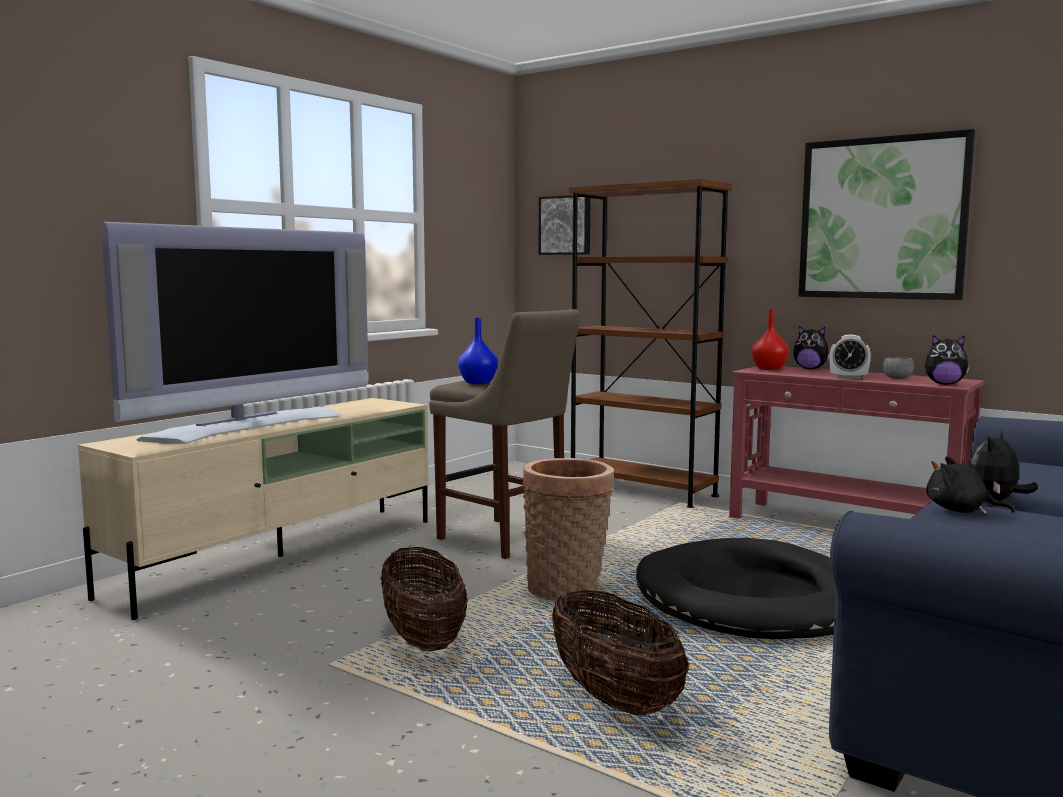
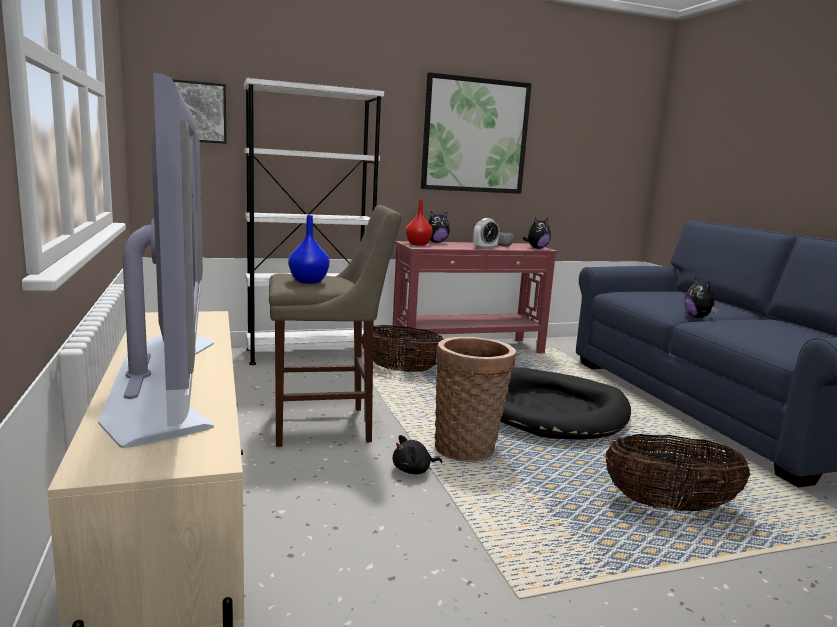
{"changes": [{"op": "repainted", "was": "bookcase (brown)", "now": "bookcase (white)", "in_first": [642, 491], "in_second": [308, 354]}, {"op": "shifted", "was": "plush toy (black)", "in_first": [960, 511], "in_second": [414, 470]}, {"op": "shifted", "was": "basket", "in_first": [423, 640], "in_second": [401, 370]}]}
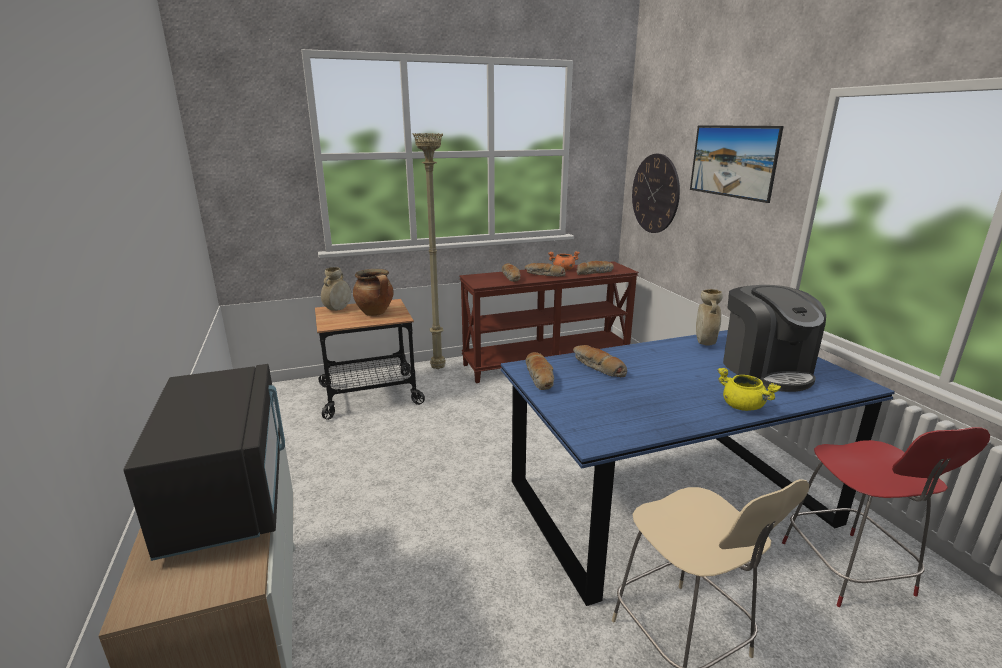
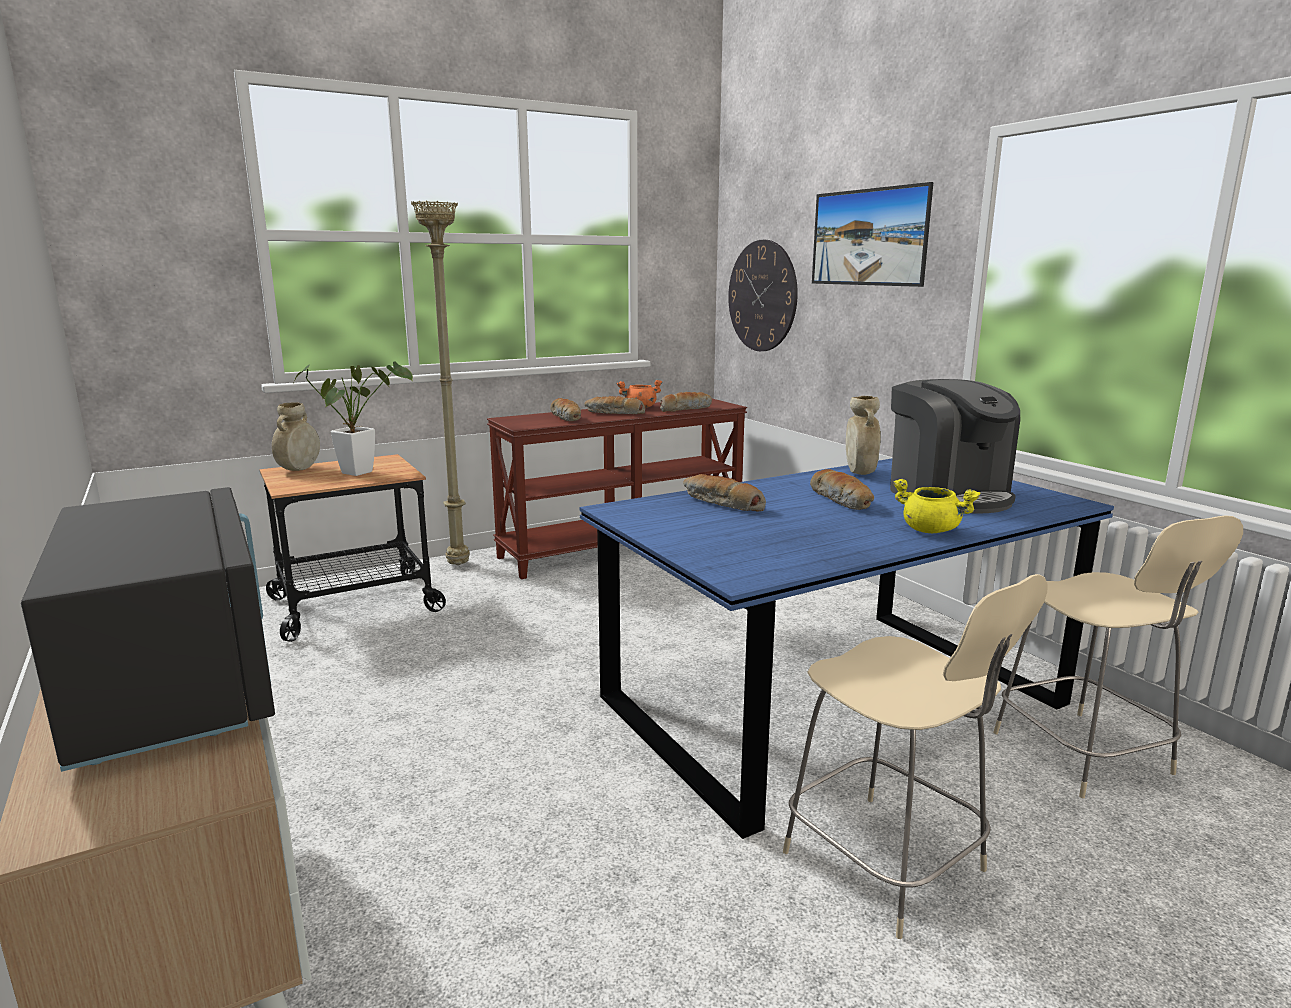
{"changes": [{"op": "swapped", "was": "cooking pot", "now": "potted plant", "in_first": [376, 313], "in_second": [363, 471]}, {"op": "shifted", "was": "bread", "in_first": [540, 378], "in_second": [842, 500]}, {"op": "repainted", "was": "chair (red)", "now": "chair (beige)", "in_first": [848, 571], "in_second": [1085, 756]}]}
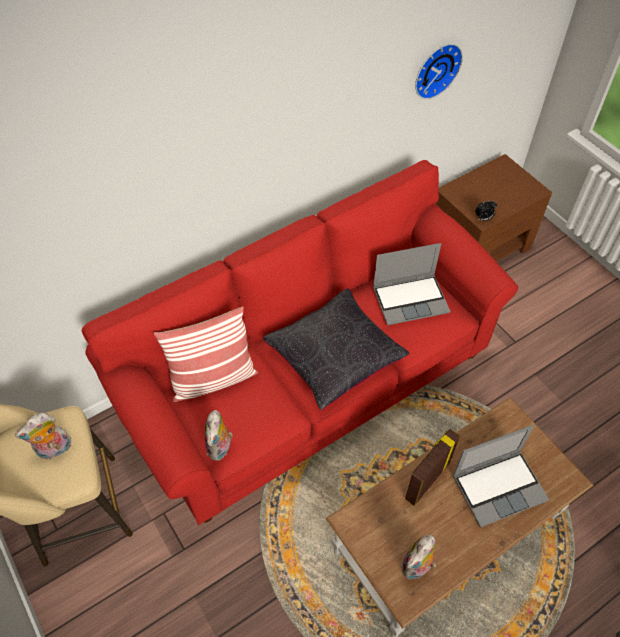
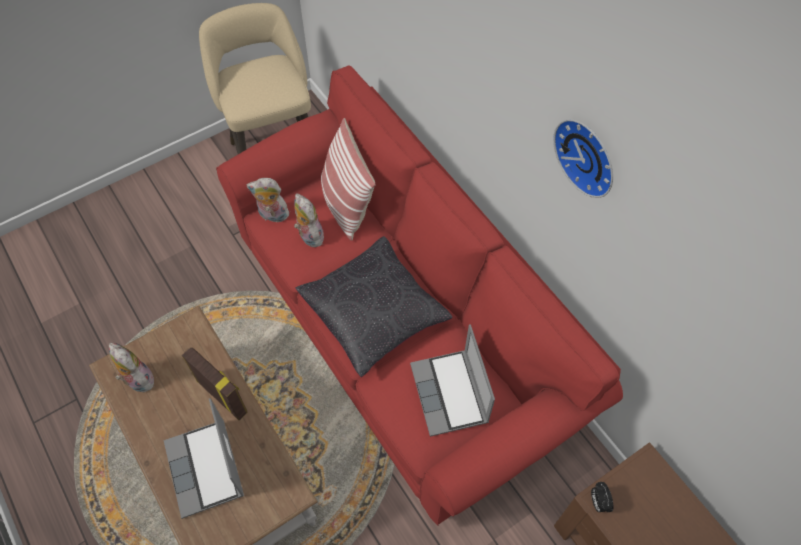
{"changes": [{"op": "shifted", "was": "wall clock", "in_first": [435, 69], "in_second": [588, 155]}, {"op": "shifted", "was": "plush toy", "in_first": [54, 450], "in_second": [309, 235]}]}
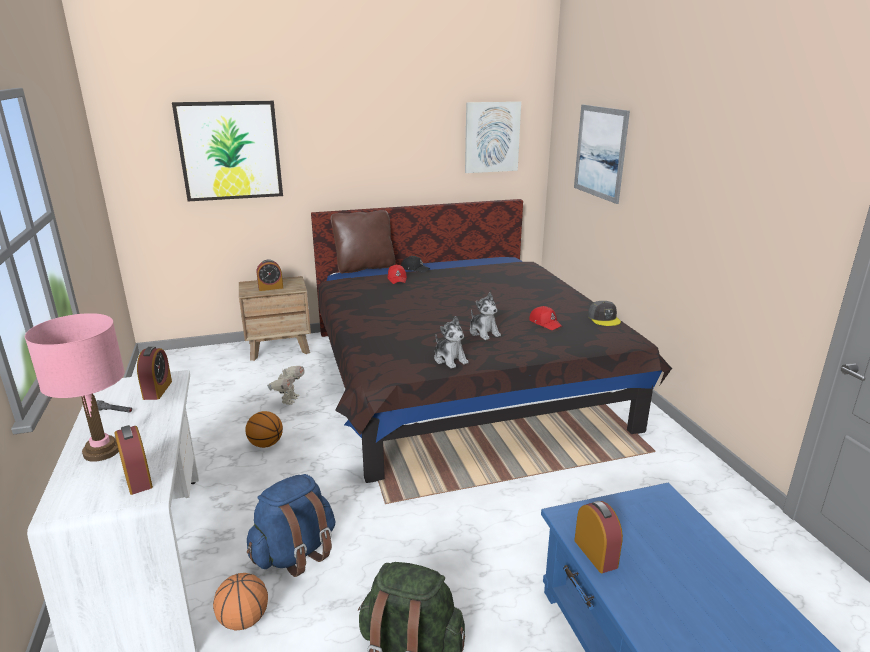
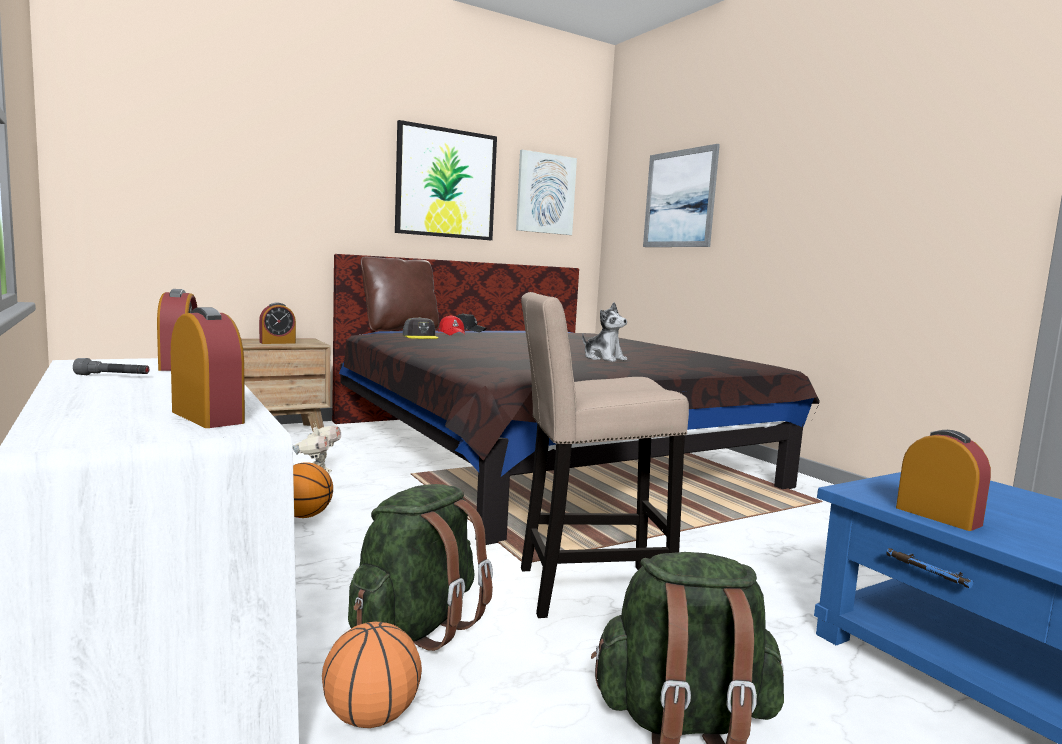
{"changes": [{"op": "shifted", "was": "picture", "in_first": [230, 151], "in_second": [446, 183]}, {"op": "shifted", "was": "cap (grey)", "in_first": [604, 318], "in_second": [420, 336]}, {"op": "gone", "was": "cap (red)", "in_first": [545, 323]}, {"op": "gone", "was": "table lamp (pink)", "in_first": [102, 451]}, {"op": "gone", "was": "plush toy", "in_first": [450, 359]}, {"op": "repainted", "was": "backpack (blue)", "now": "backpack (green)", "in_first": [295, 553], "in_second": [417, 625]}, {"op": "new", "now": "stool (beige)", "in_second": [584, 589]}]}
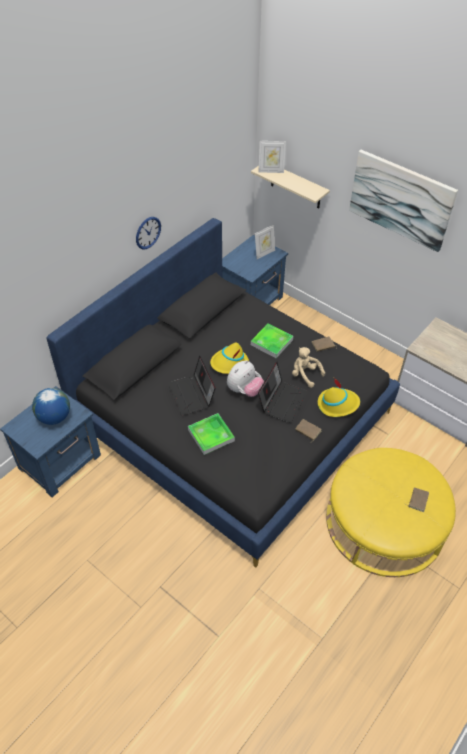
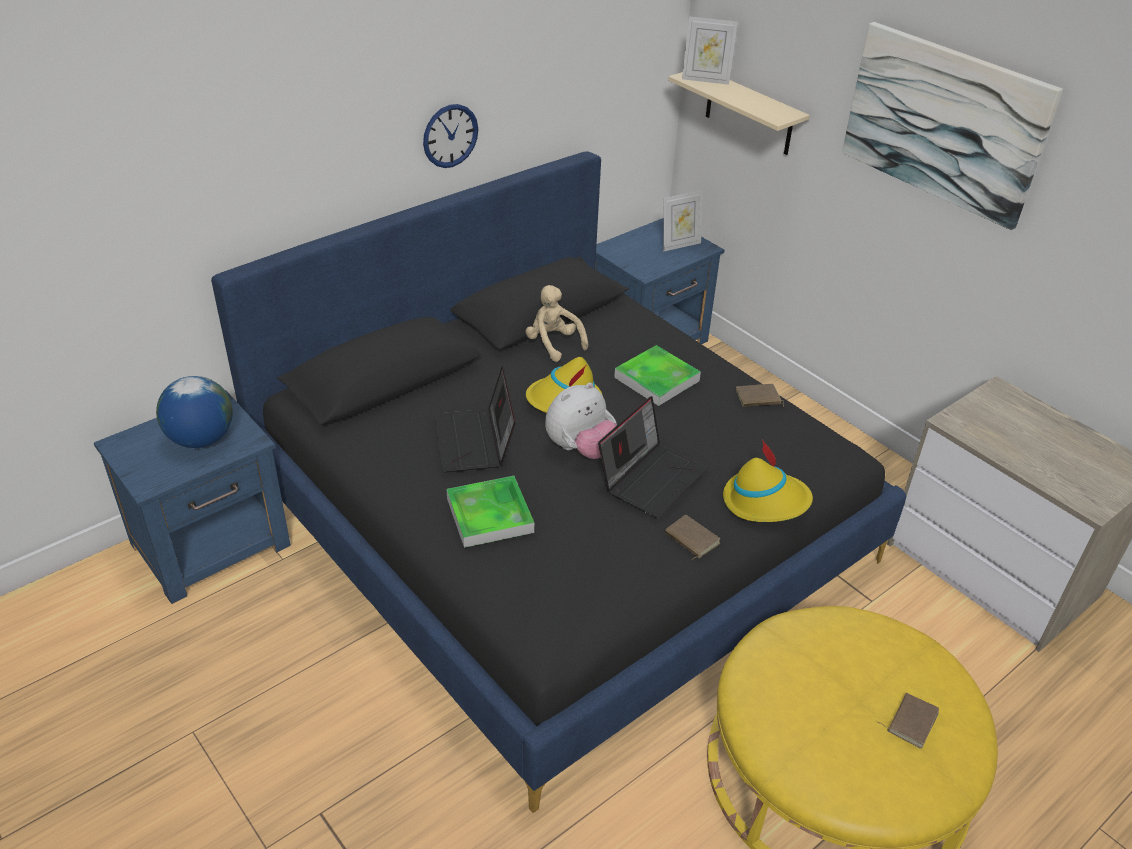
{"changes": [{"op": "shifted", "was": "plush toy (beige)", "in_first": [305, 374], "in_second": [553, 344]}]}
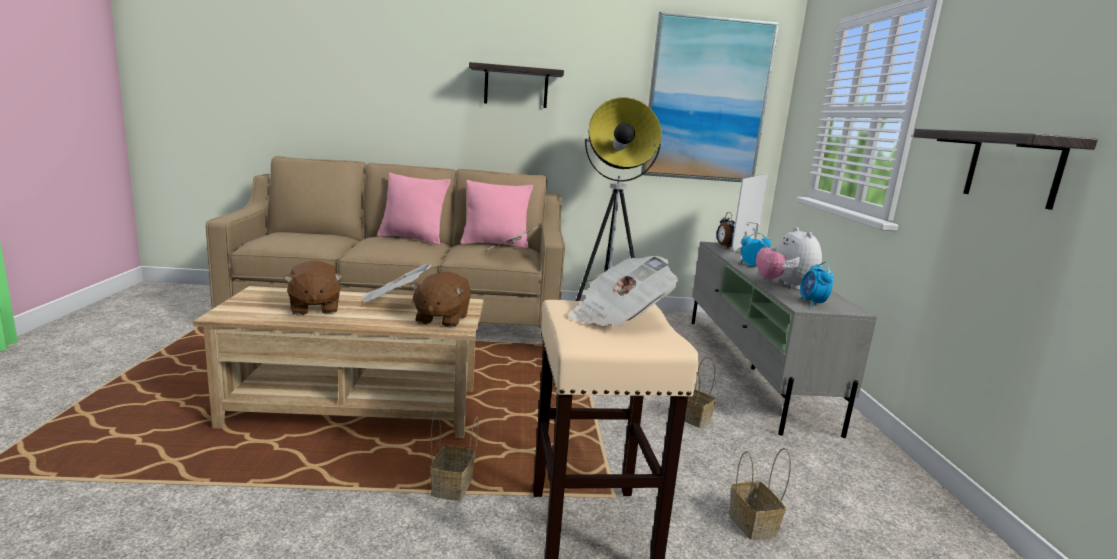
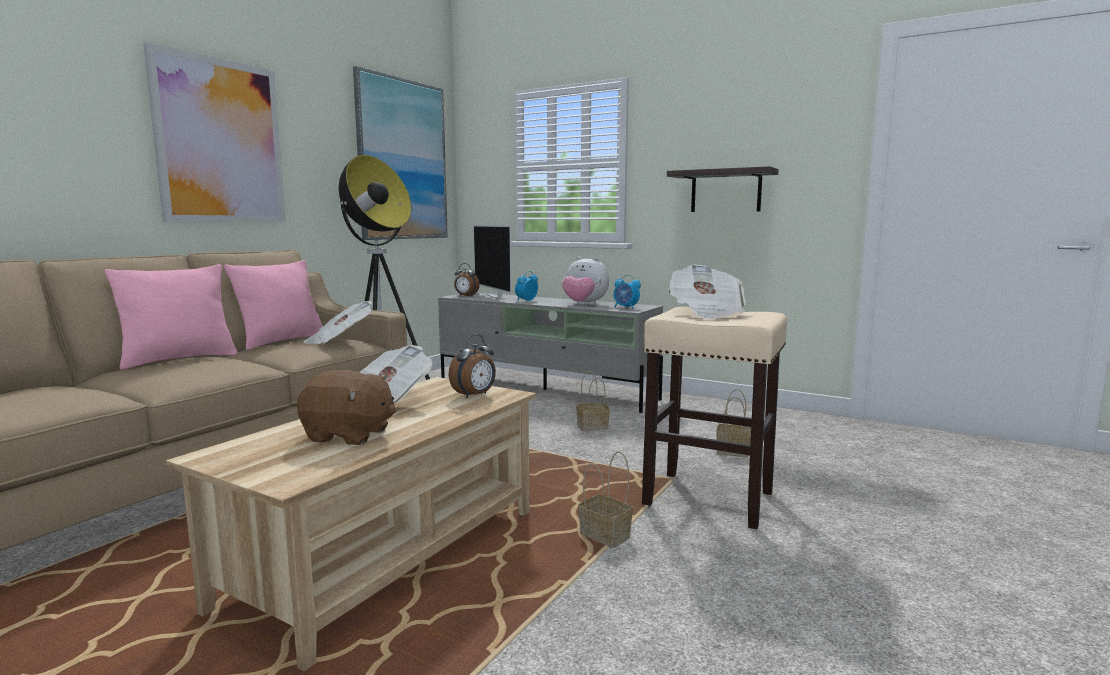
{"changes": [{"op": "swapped", "was": "shelf", "now": "picture", "in_first": [516, 87], "in_second": [220, 142]}, {"op": "swapped", "was": "plush toy (brown)", "now": "alarm clock", "in_first": [441, 319], "in_second": [475, 395]}]}
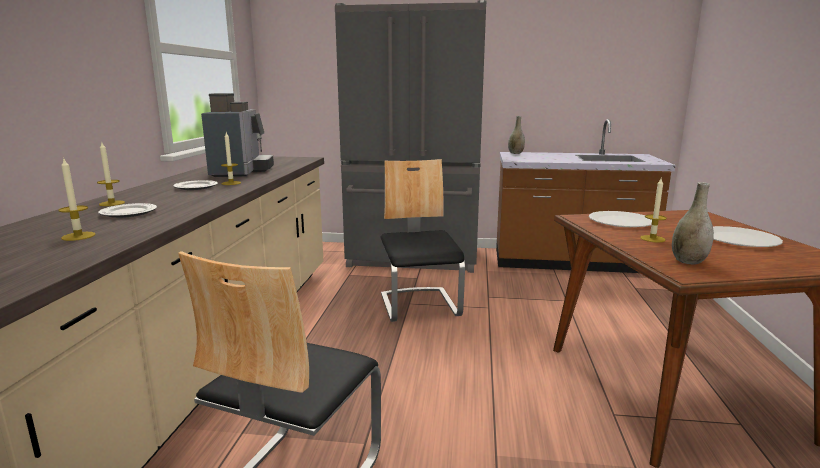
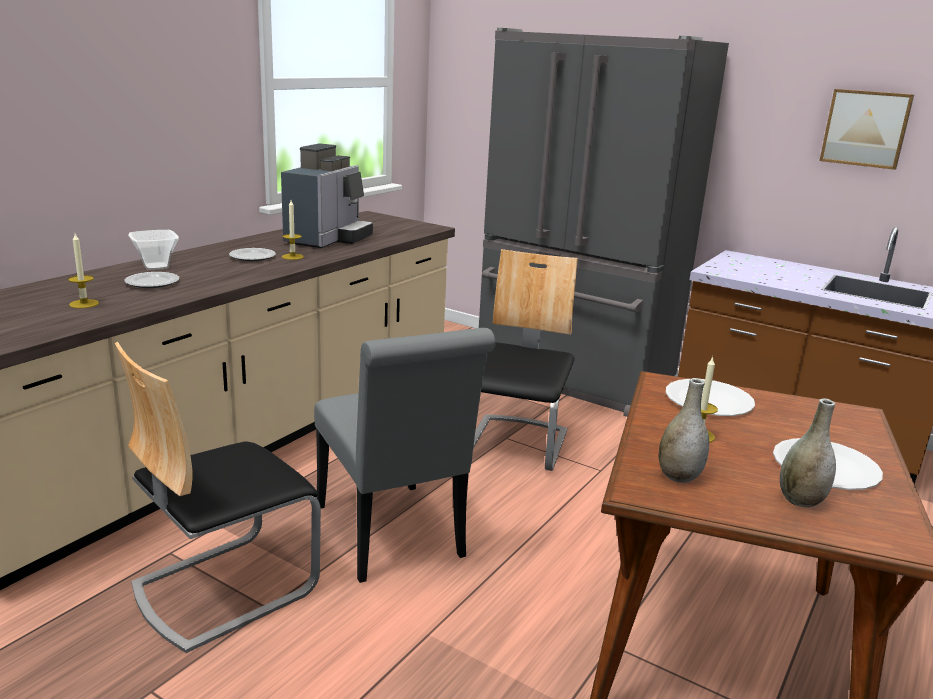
{"changes": [{"op": "shifted", "was": "vase (grey)", "in_first": [515, 153], "in_second": [800, 500]}, {"op": "swapped", "was": "candle", "now": "bowl", "in_first": [112, 203], "in_second": [155, 267]}, {"op": "new", "now": "picture", "in_second": [865, 128]}, {"op": "new", "now": "chair (grey)", "in_second": [393, 537]}]}
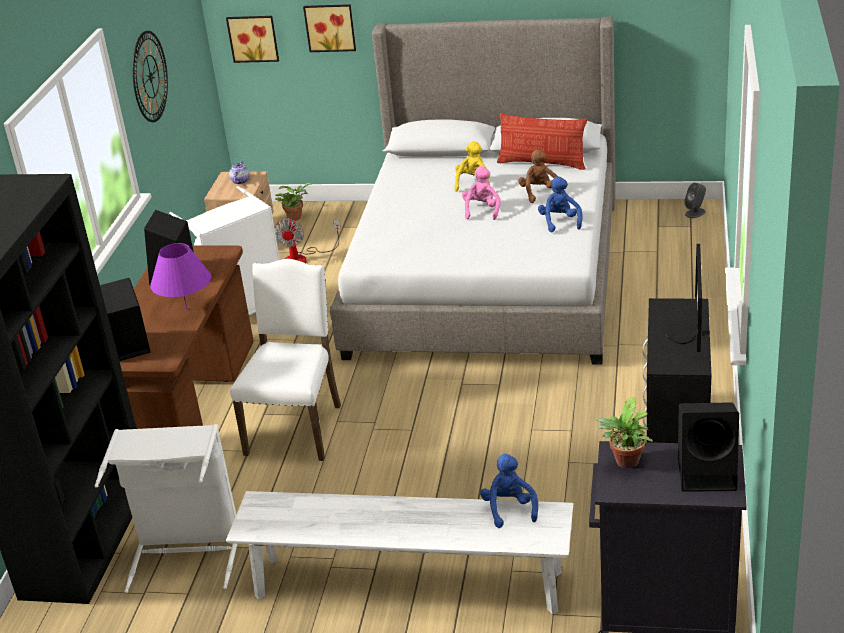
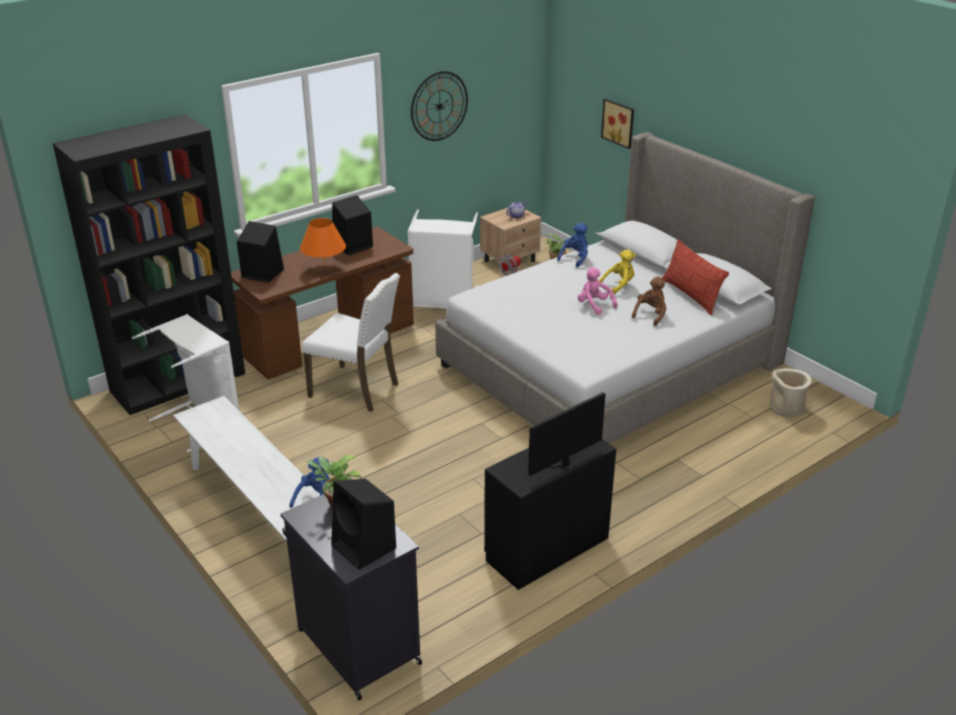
{"changes": [{"op": "gone", "was": "picture", "in_first": [253, 38]}, {"op": "rotated", "was": "plush toy (pink)", "in_first": [482, 210], "in_second": [594, 305], "clockwise": -90}, {"op": "shifted", "was": "plush toy (blue)", "in_first": [560, 222], "in_second": [575, 258]}, {"op": "gone", "was": "speaker (grey)", "in_first": [695, 213]}, {"op": "repainted", "was": "table lamp (purple)", "now": "table lamp (orange)", "in_first": [186, 309], "in_second": [324, 269]}, {"op": "rotated", "was": "chair (white)", "in_first": [297, 428], "in_second": [356, 389], "clockwise": 60}, {"op": "new", "now": "planter (beige)", "in_second": [785, 409]}]}
